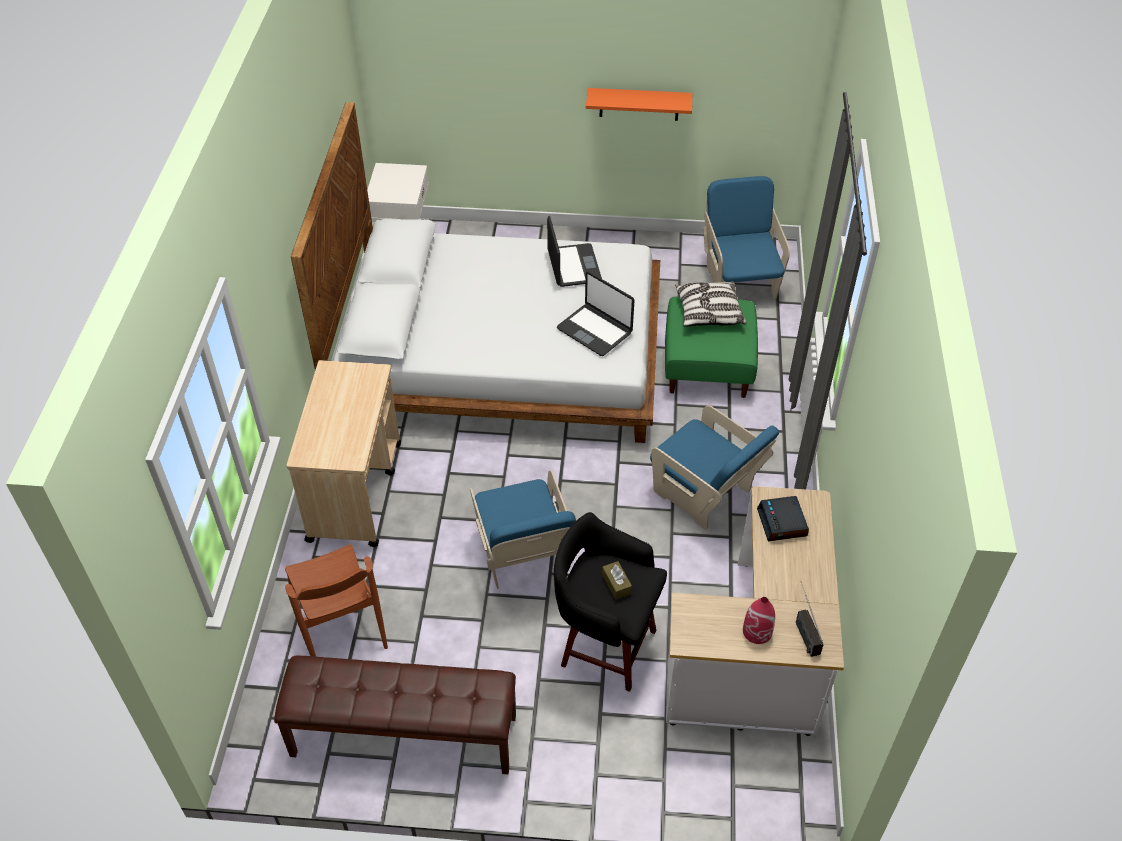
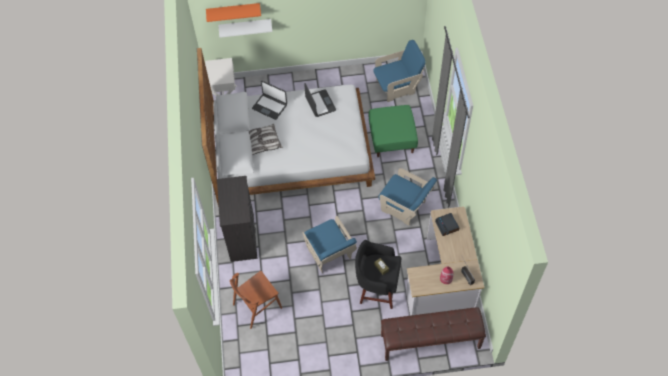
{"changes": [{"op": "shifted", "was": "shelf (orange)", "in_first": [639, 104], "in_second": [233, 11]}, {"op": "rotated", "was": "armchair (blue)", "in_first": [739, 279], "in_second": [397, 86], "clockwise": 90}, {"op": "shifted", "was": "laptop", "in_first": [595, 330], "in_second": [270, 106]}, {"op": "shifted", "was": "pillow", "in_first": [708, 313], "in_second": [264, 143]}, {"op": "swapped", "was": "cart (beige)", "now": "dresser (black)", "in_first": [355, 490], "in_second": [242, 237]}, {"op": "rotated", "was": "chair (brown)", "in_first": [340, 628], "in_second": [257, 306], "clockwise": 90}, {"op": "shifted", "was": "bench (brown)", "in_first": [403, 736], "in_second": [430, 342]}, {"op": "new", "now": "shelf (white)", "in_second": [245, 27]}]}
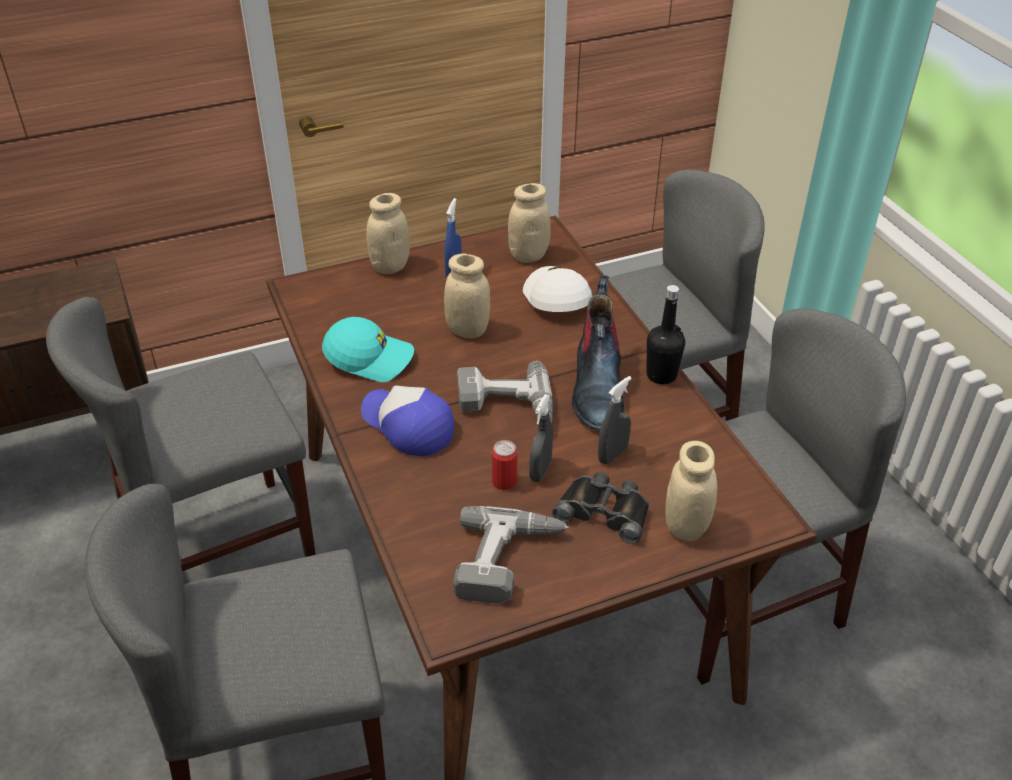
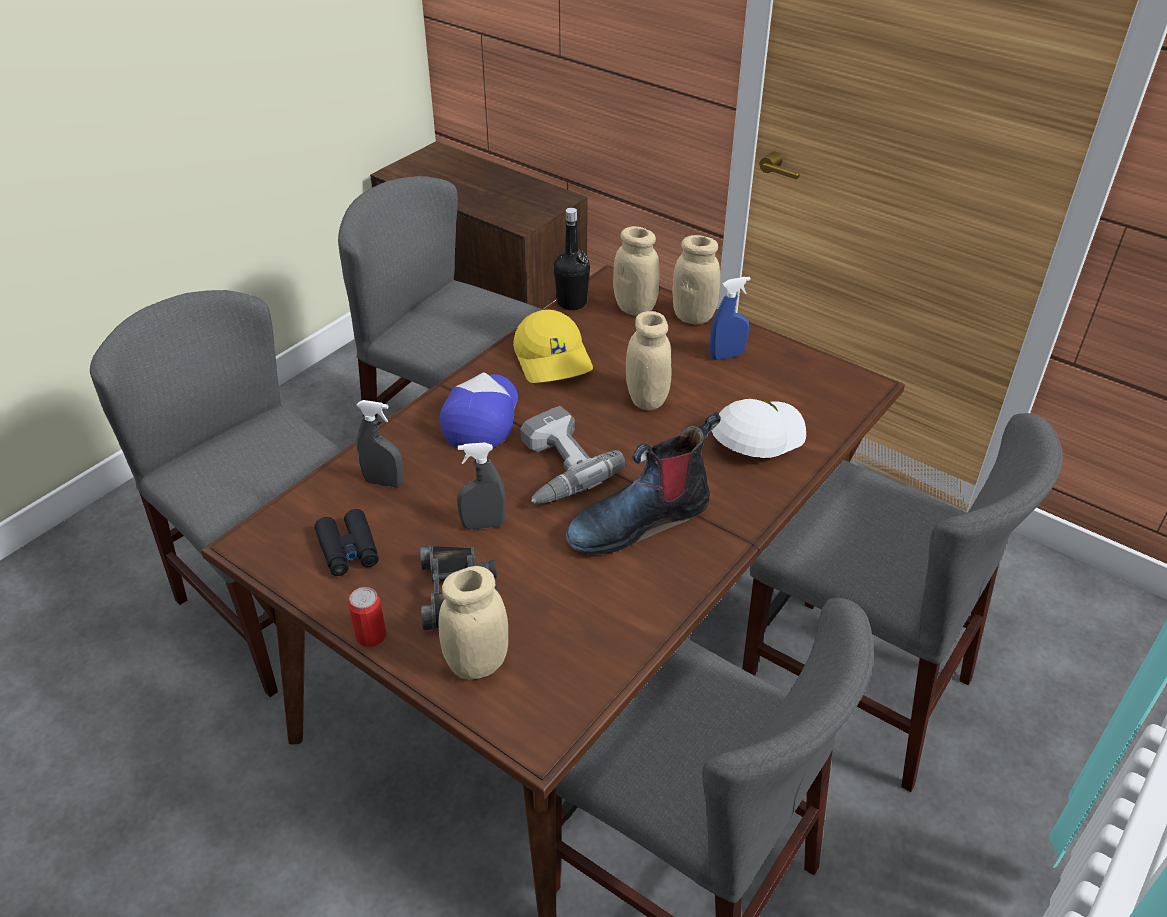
{"changes": [{"op": "shifted", "was": "jar (beige)", "in_first": [528, 256], "in_second": [635, 308]}, {"op": "shifted", "was": "bottle (black)", "in_first": [661, 375], "in_second": [572, 303]}, {"op": "repainted", "was": "cap (turquoise)", "now": "cap (yellow)", "in_first": [370, 357], "in_second": [554, 359]}, {"op": "shifted", "was": "spray bottle (grey)", "in_first": [612, 455], "in_second": [384, 482]}, {"op": "shifted", "was": "can", "in_first": [504, 481], "in_second": [371, 635]}, {"op": "swapped", "was": "power drill", "now": "binoculars (black)", "in_first": [508, 562], "in_second": [348, 550]}]}
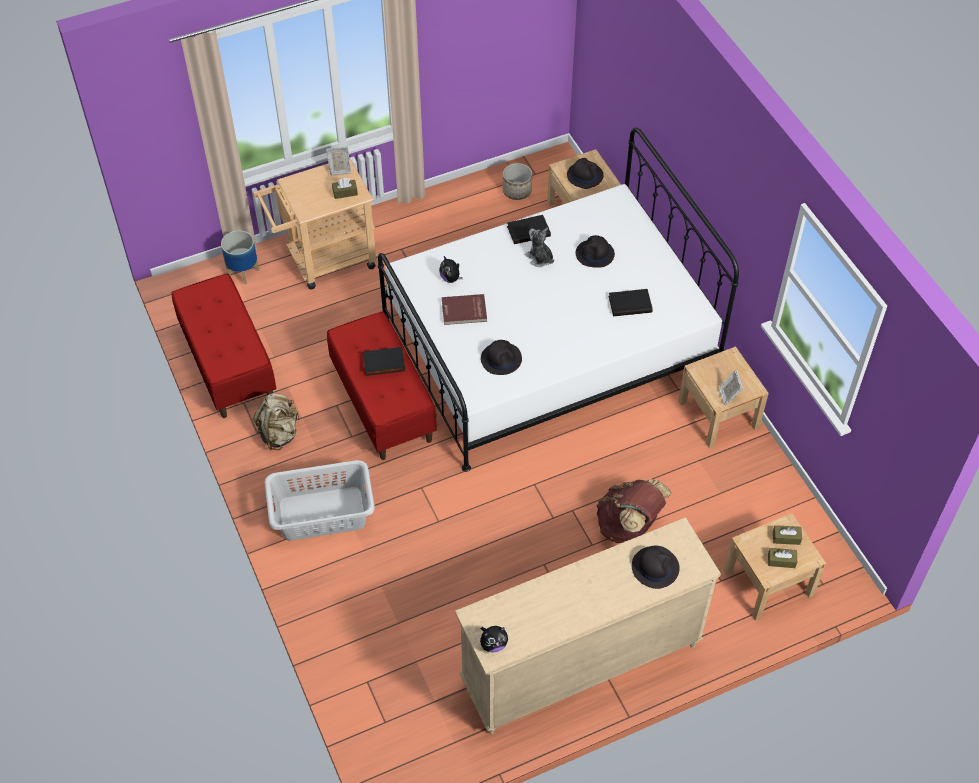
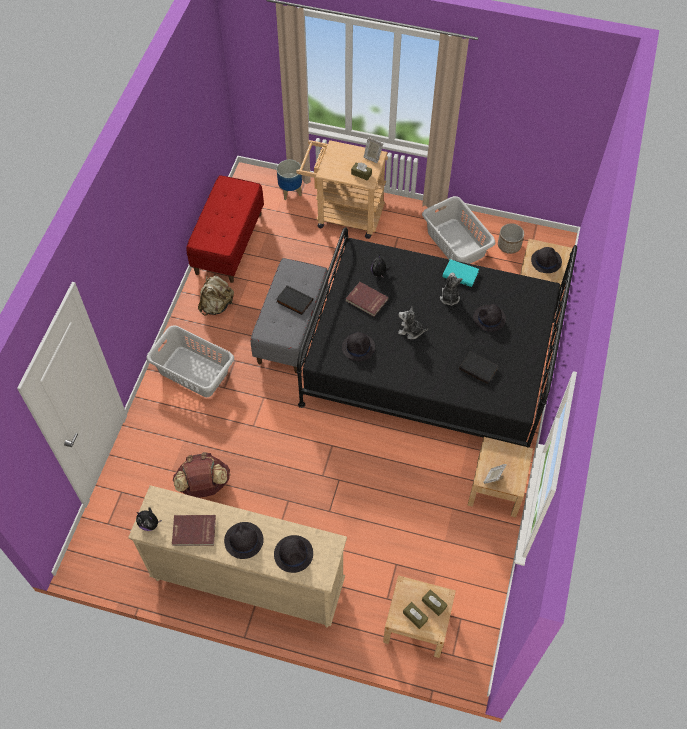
{"changes": [{"op": "repainted", "was": "bed (white)", "now": "bed (black)", "in_first": [548, 344], "in_second": [429, 361]}, {"op": "repainted", "was": "book (black)", "now": "book (turquoise)", "in_first": [528, 230], "in_second": [460, 274]}, {"op": "repainted", "was": "bench (red)", "now": "bench (grey)", "in_first": [383, 404], "in_second": [292, 329]}, {"op": "shifted", "was": "backpack (brown)", "in_first": [629, 526], "in_second": [204, 486]}, {"op": "new", "now": "laundry basket (grey)", "in_second": [456, 243]}, {"op": "new", "now": "plush toy", "in_second": [410, 331]}, {"op": "new", "now": "book (red)", "in_second": [194, 532]}, {"op": "new", "now": "hat (black)", "in_second": [243, 540]}]}
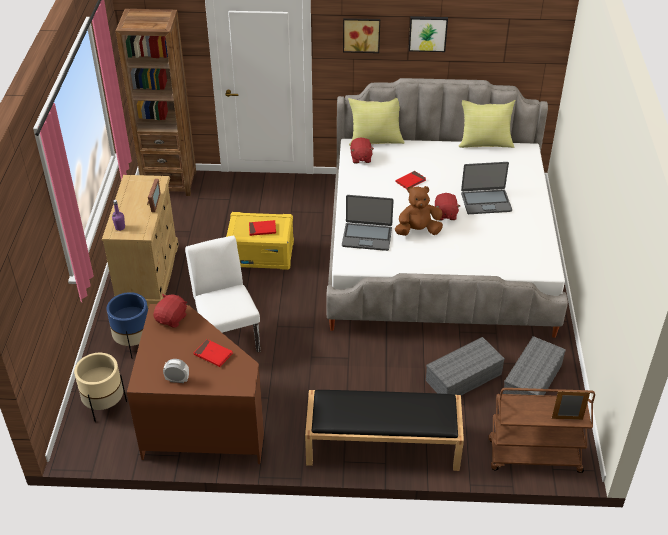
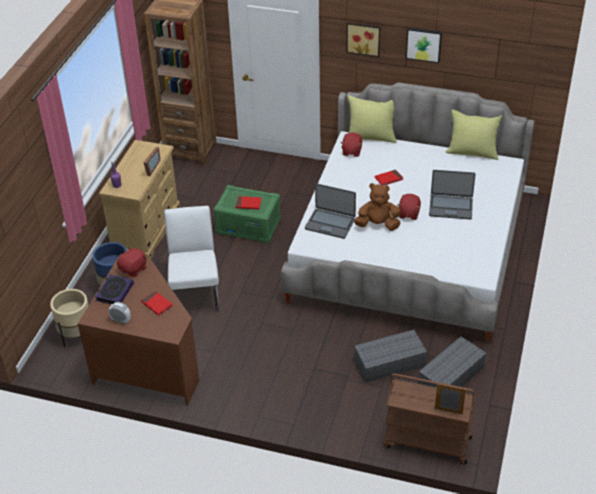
{"changes": [{"op": "repainted", "was": "storage box (yellow)", "now": "storage box (green)", "in_first": [261, 254], "in_second": [249, 226]}, {"op": "gone", "was": "bench (black)", "in_first": [381, 445]}, {"op": "new", "now": "book", "in_second": [114, 292]}]}
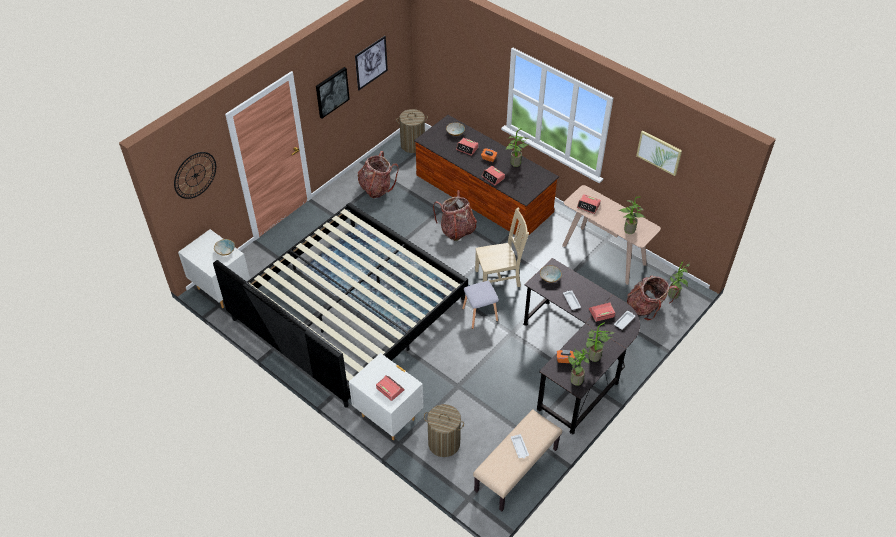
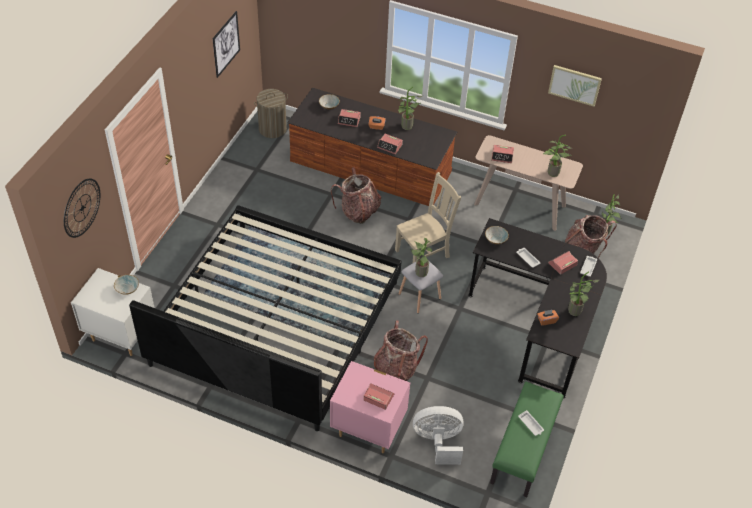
{"changes": [{"op": "gone", "was": "picture", "in_first": [332, 92]}, {"op": "shifted", "was": "backpack", "in_first": [376, 188], "in_second": [396, 367]}, {"op": "shifted", "was": "potted plant", "in_first": [575, 379], "in_second": [419, 272]}, {"op": "repainted", "was": "nightstand (white)", "now": "nightstand (pink)", "in_first": [388, 417], "in_second": [368, 430]}, {"op": "swapped", "was": "laundry basket", "now": "fan (white)", "in_first": [444, 443], "in_second": [438, 442]}, {"op": "repainted", "was": "bench (beige)", "now": "bench (green)", "in_first": [516, 470], "in_second": [524, 450]}]}
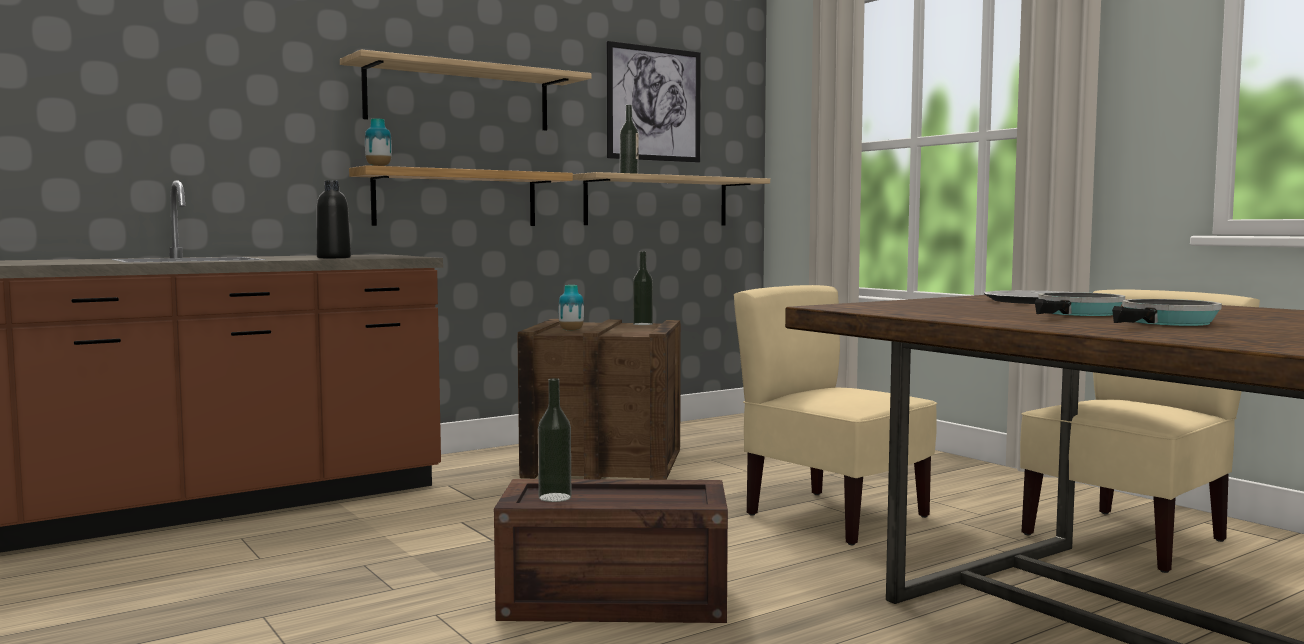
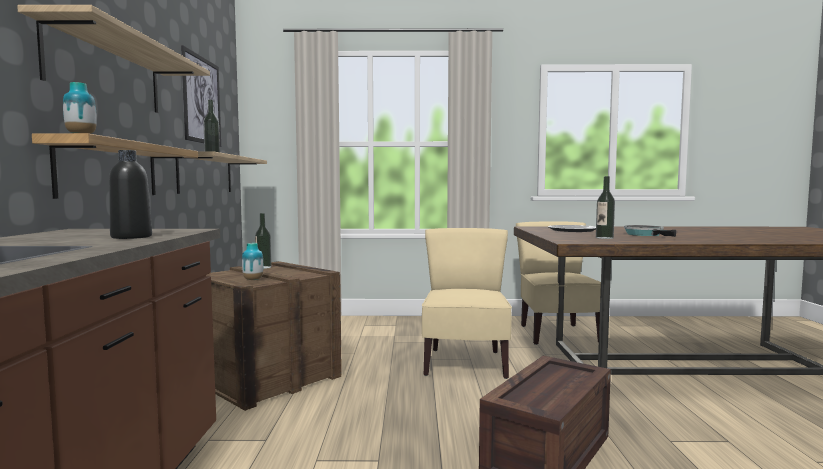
{"changes": [{"op": "rotated", "was": "chair (beige)", "in_first": [834, 517], "in_second": [465, 363], "clockwise": 105}, {"op": "gone", "was": "frying pan", "in_first": [1166, 322]}, {"op": "shifted", "was": "bottle", "in_first": [555, 497], "in_second": [604, 238]}]}
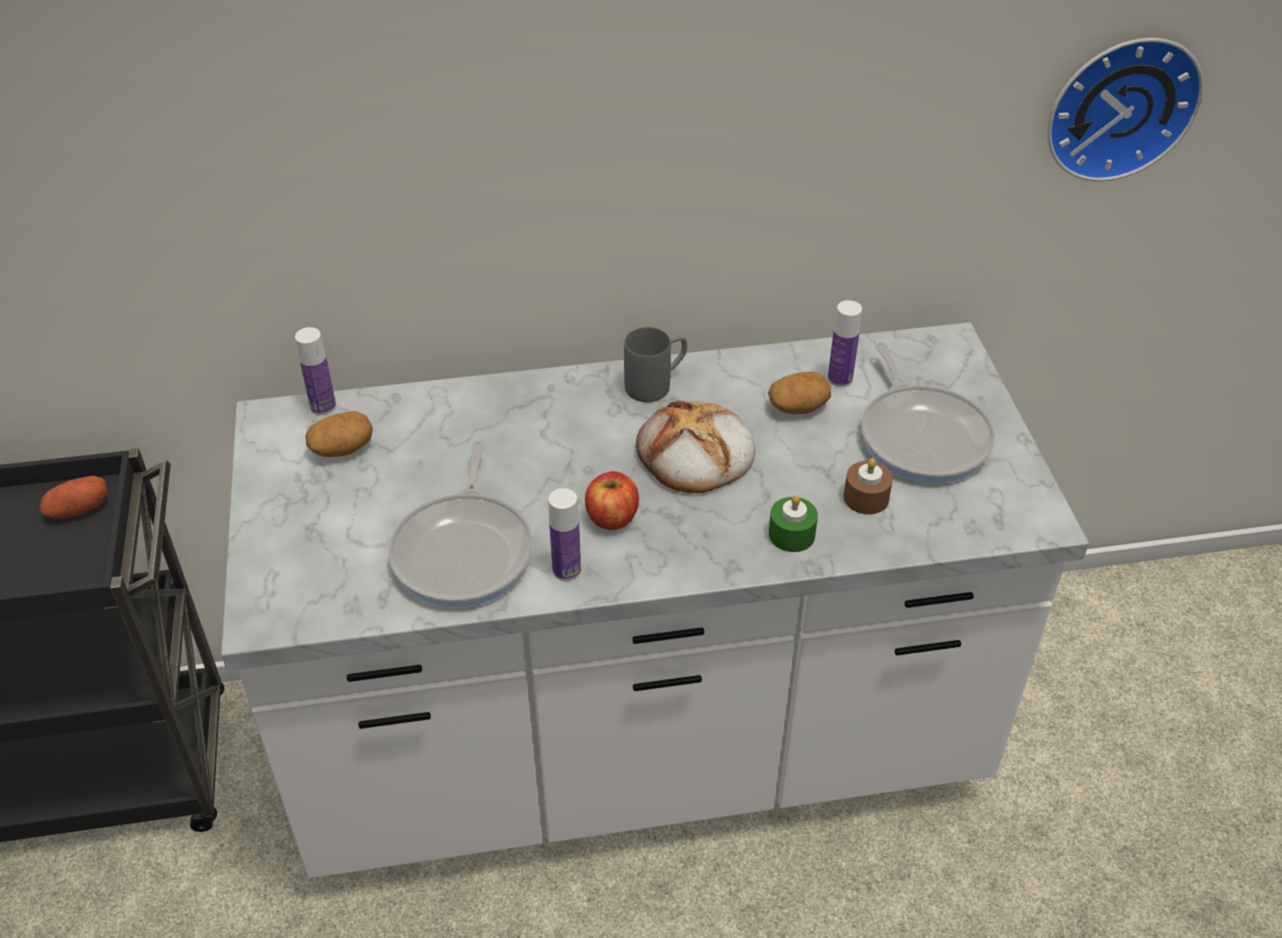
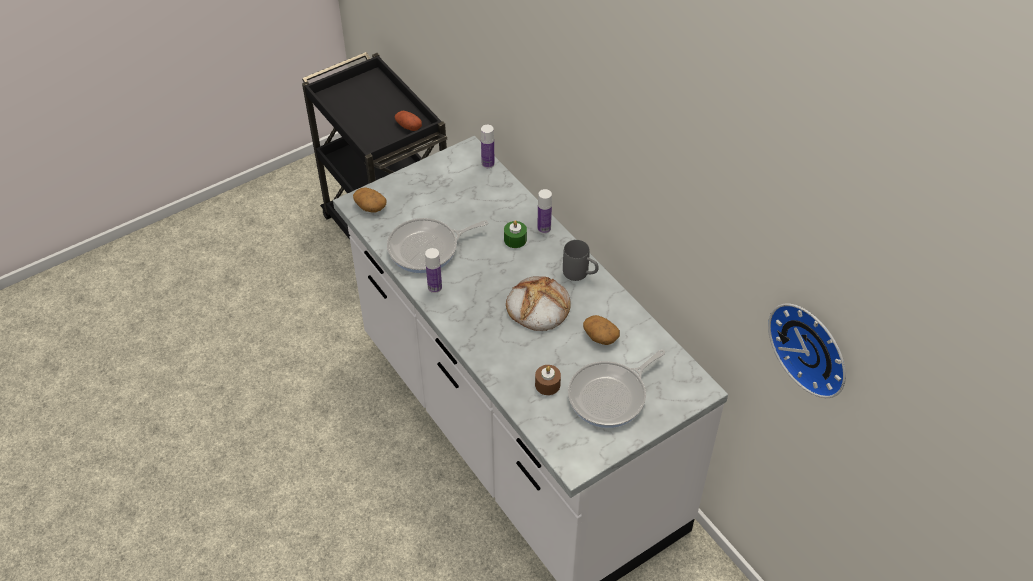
{"changes": [{"op": "shifted", "was": "bottle", "in_first": [840, 379], "in_second": [544, 228]}, {"op": "shifted", "was": "potato", "in_first": [342, 448], "in_second": [370, 206]}, {"op": "gone", "was": "apple", "in_first": [612, 517]}, {"op": "shifted", "was": "candle (green)", "in_first": [791, 534], "in_second": [515, 239]}]}
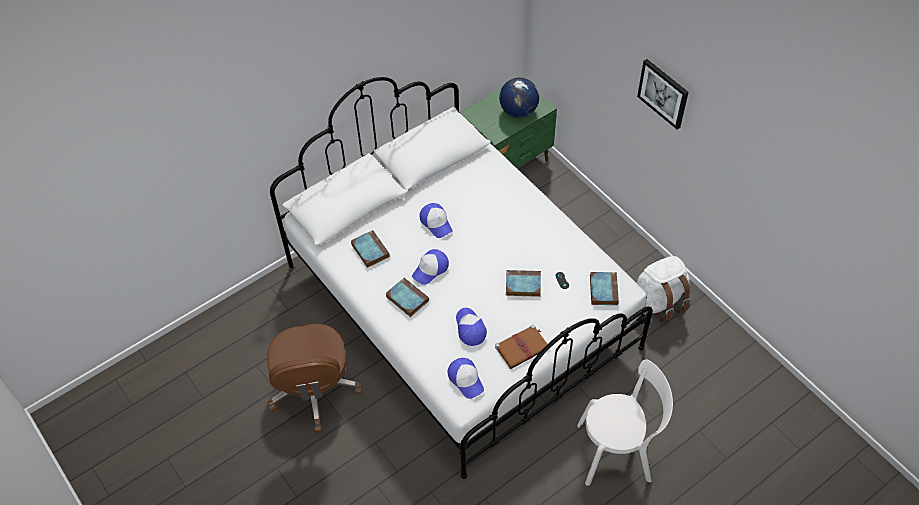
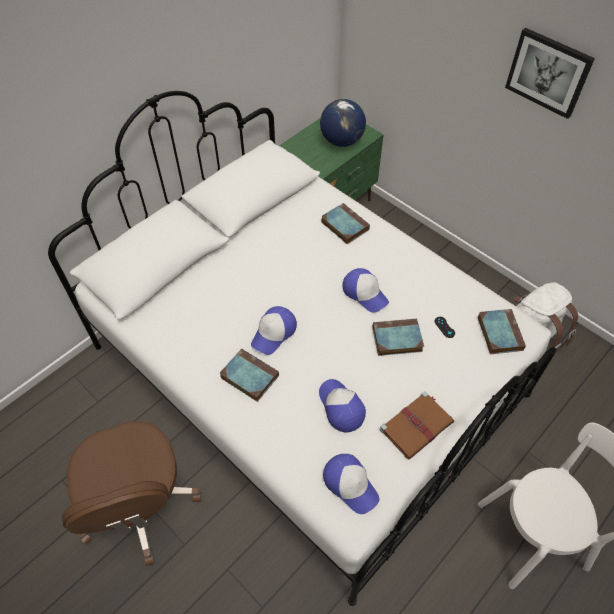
{"changes": [{"op": "shifted", "was": "cap", "in_first": [436, 223], "in_second": [365, 293]}, {"op": "shifted", "was": "book", "in_first": [369, 250], "in_second": [343, 225]}]}
